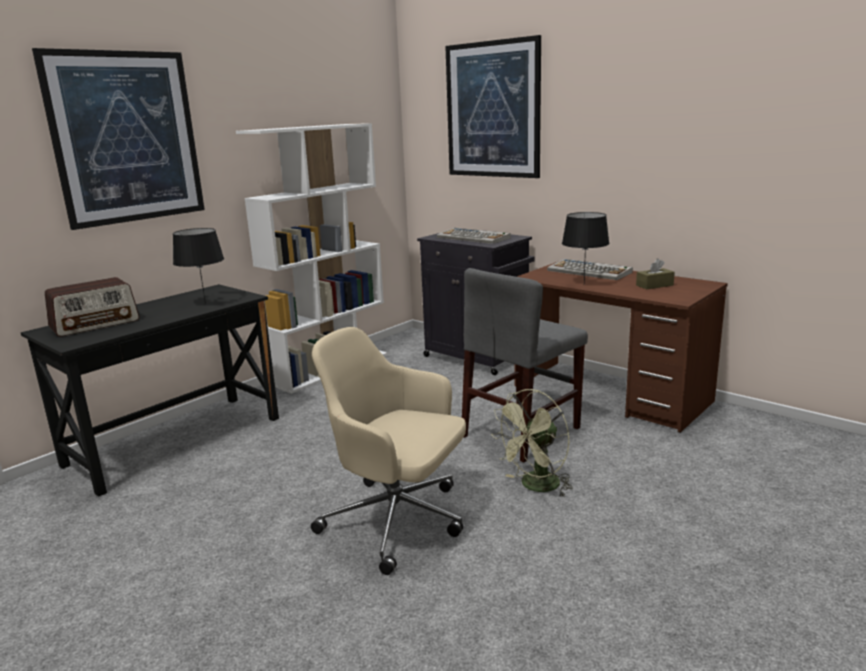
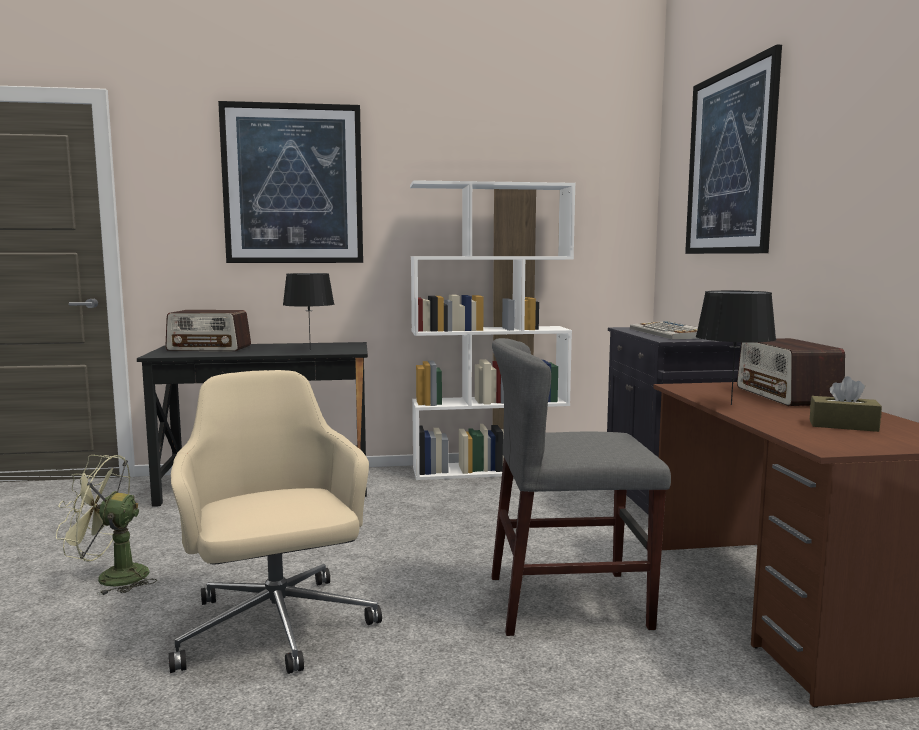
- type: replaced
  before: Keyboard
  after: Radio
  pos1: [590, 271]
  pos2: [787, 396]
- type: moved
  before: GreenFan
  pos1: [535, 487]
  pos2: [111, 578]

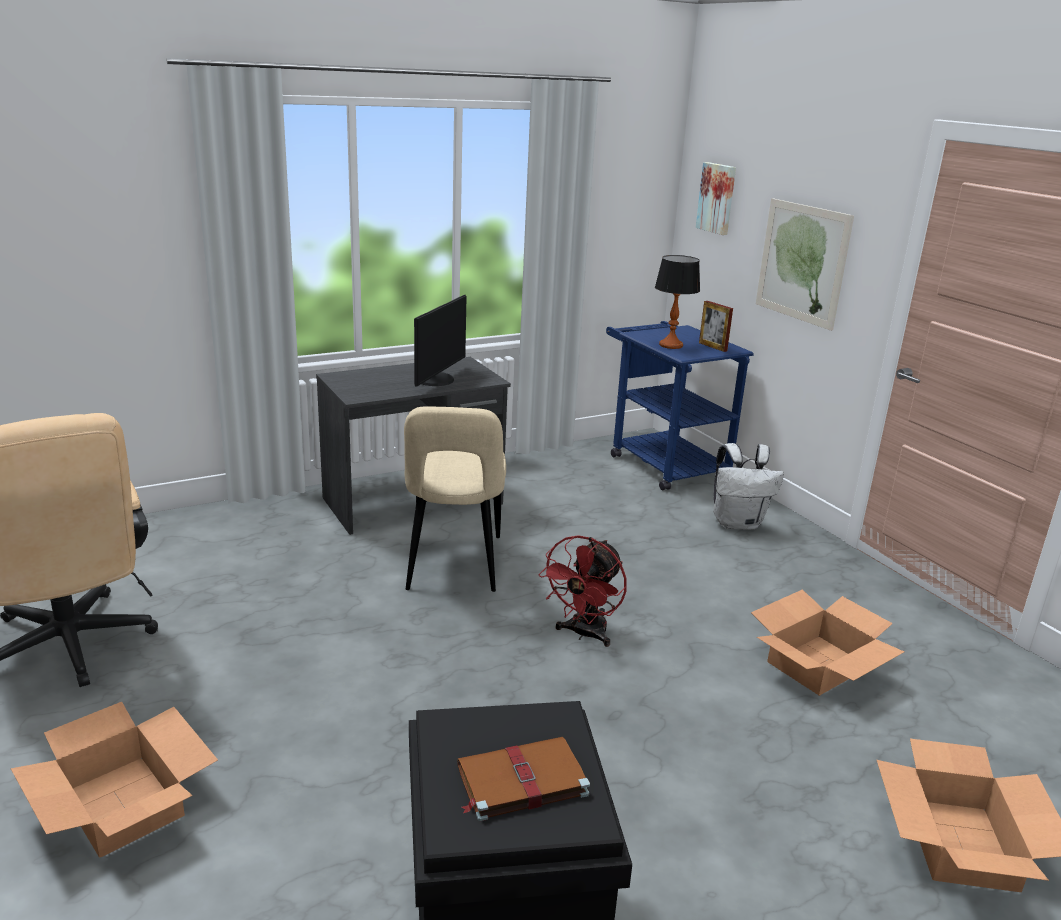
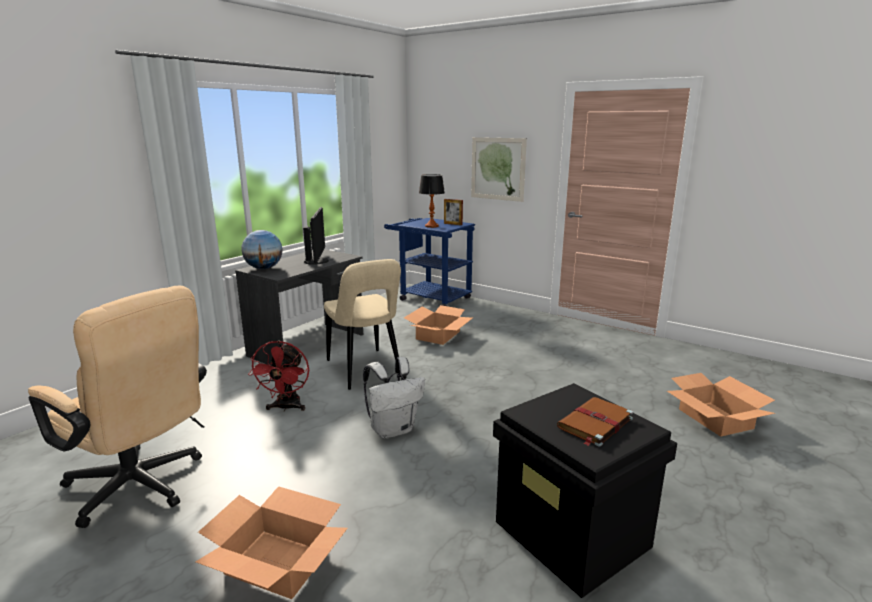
- type: removed
  before: Picture
  pos1: [717, 198]
- type: moved
  before: WhiteBackpack
  pos1: [738, 523]
  pos2: [393, 429]
- type: moved
  before: RedFan
  pos1: [584, 634]
  pos2: [286, 407]
- type: moved
  before: CardboardBox
  pos1: [818, 665]
  pos2: [438, 335]
- type: added
  after: Globe
  pos2: [264, 268]

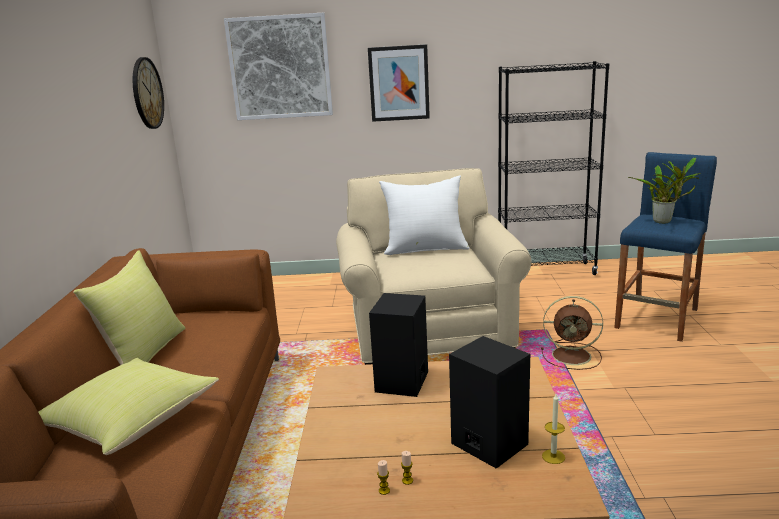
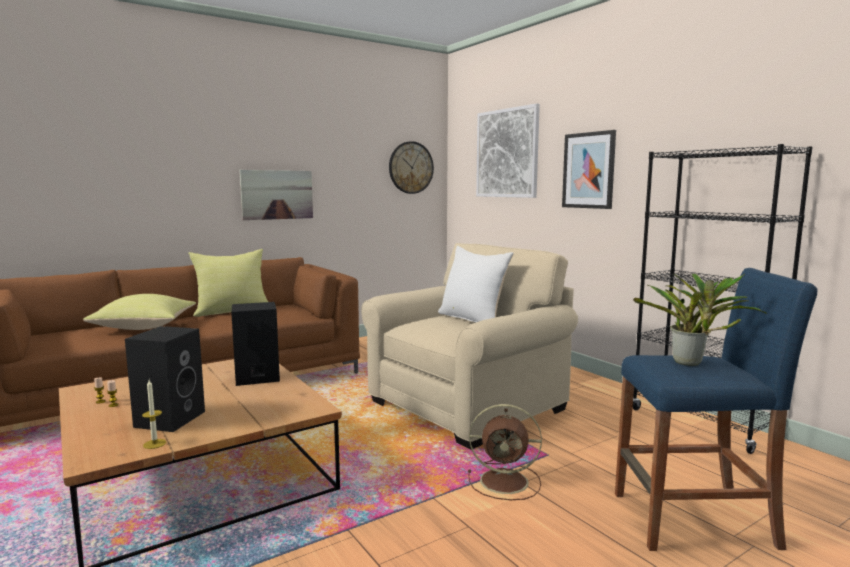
- type: turned
  before: BrownFan
  pos1: [573, 356]
  pos2: [506, 481]
  turn: -60
- type: added
  after: Picture
  pos2: [277, 194]

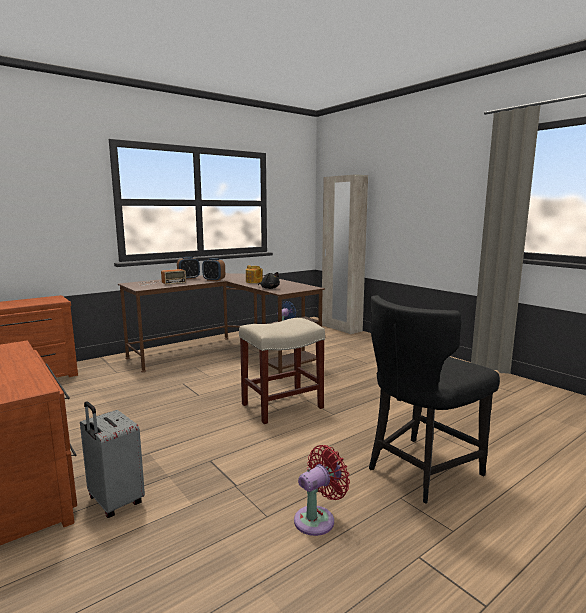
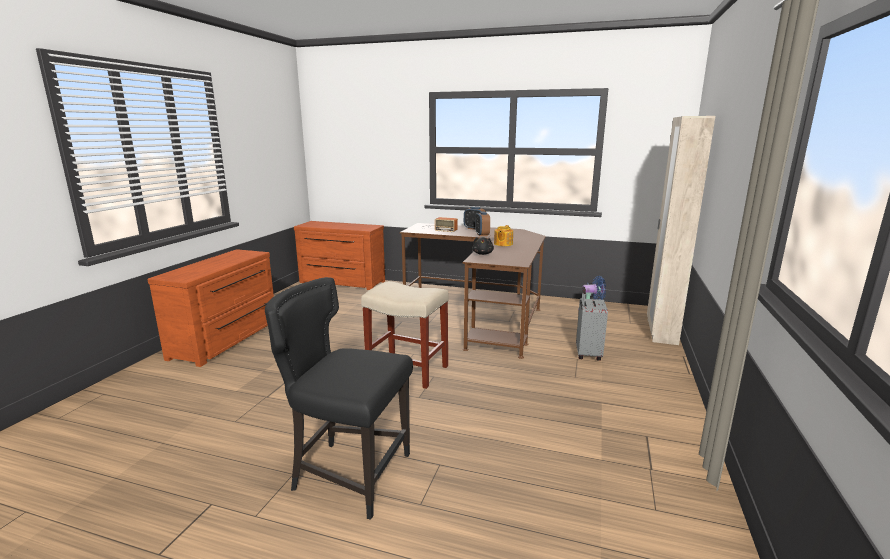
- type: moved
  before: GreySuitcase
  pos1: [114, 502]
  pos2: [587, 354]
- type: removed
  before: RedFan
  pos1: [318, 519]

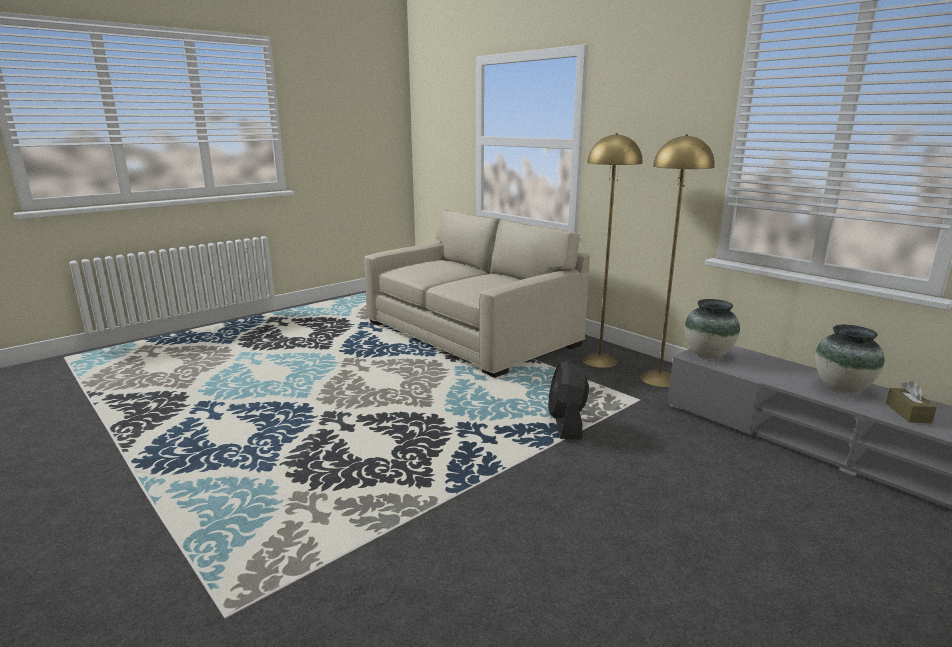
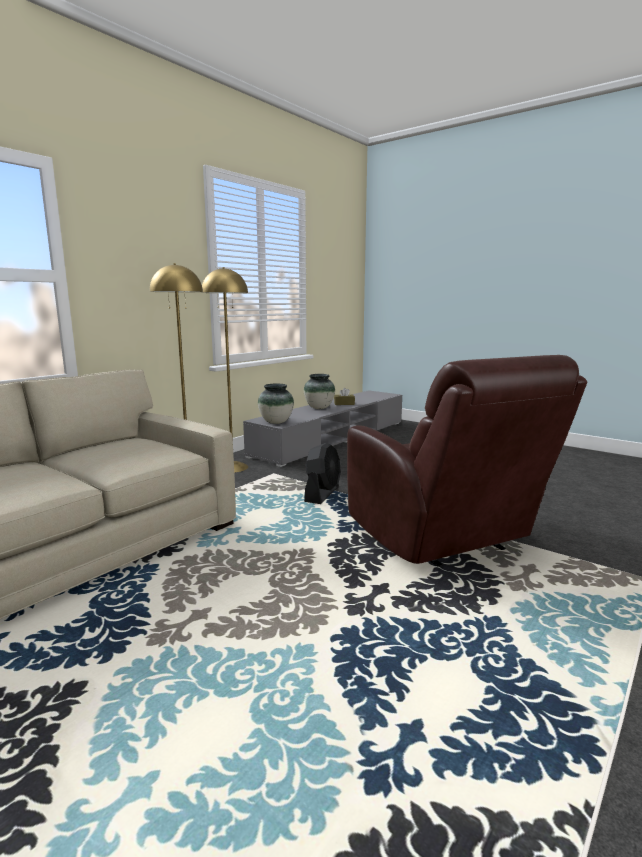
- type: turned
  before: BlackFan
  pos1: [566, 424]
  pos2: [322, 494]
  turn: -60
- type: added
  after: BrownArmchair
  pos2: [443, 540]

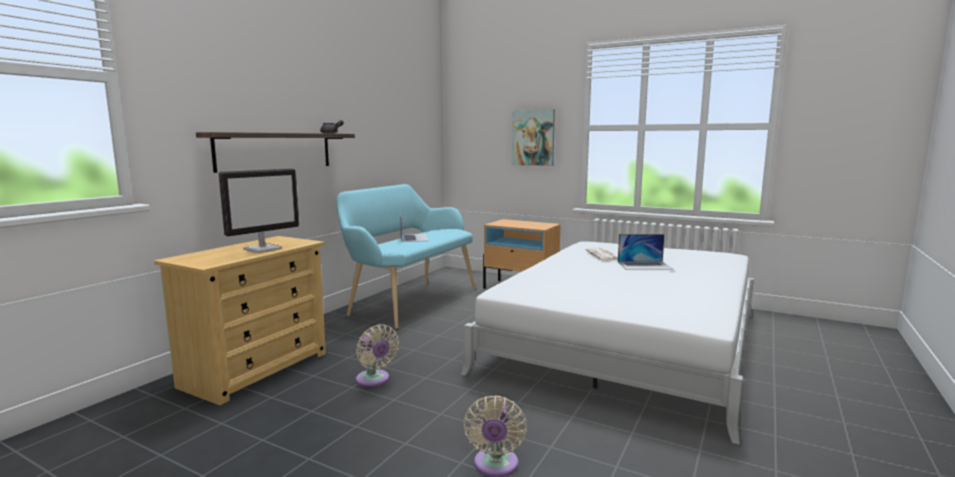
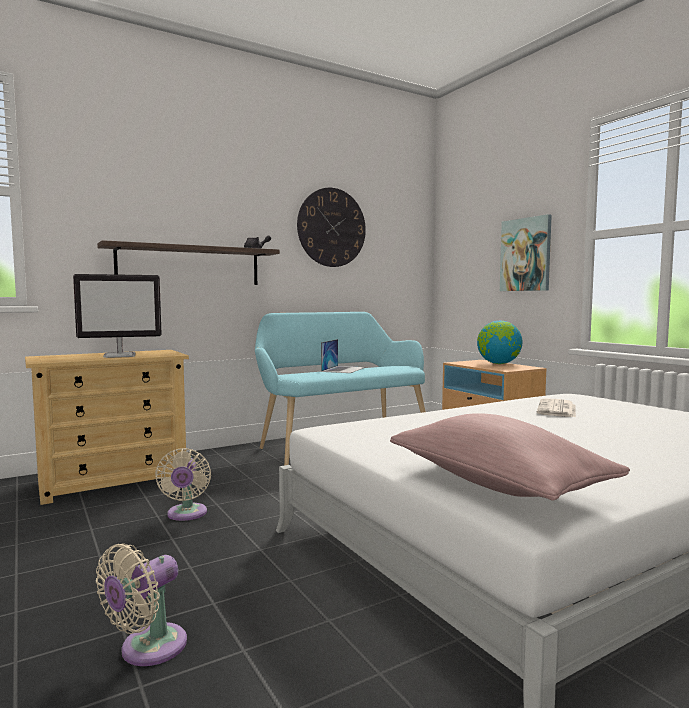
- type: removed
  before: Laptop
  pos1: [644, 265]
- type: added
  after: WallClock
  pos2: [331, 227]
- type: added
  after: Globe
  pos2: [498, 364]
- type: added
  after: PinkPillow
  pos2: [496, 484]

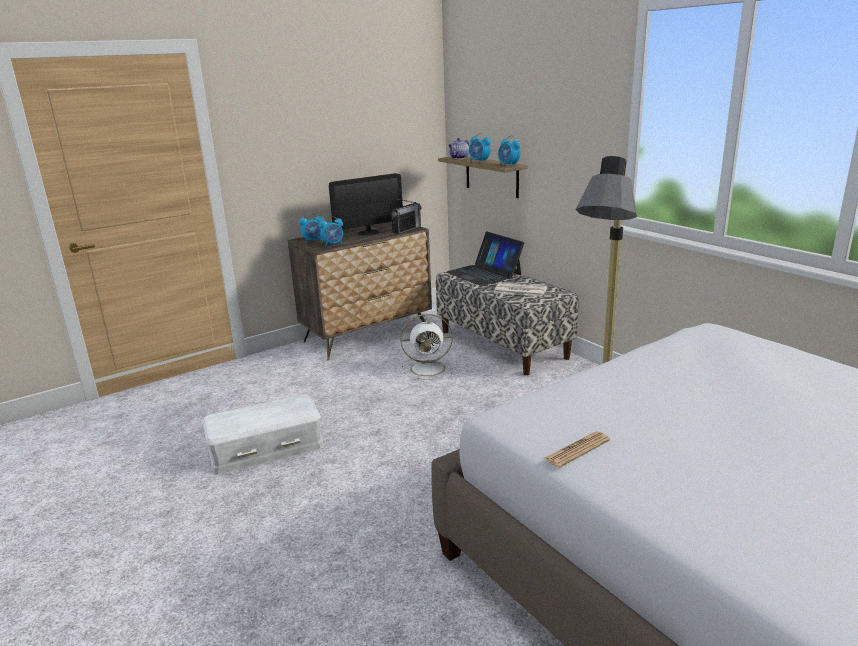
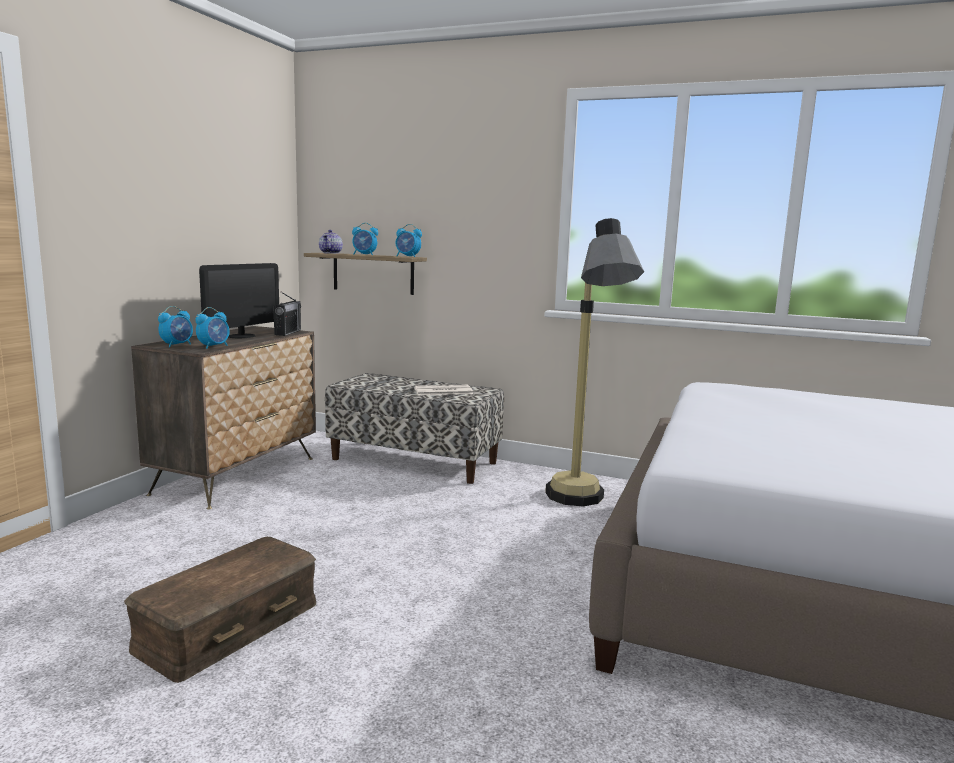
- type: removed
  before: Laptop
  pos1: [484, 273]
- type: removed
  before: WhiteFan
  pos1: [429, 368]
- type: recoloured
  before: WhiteStorageBox
  after: BrownStorageBox
  pos1: [266, 447]
  pos2: [228, 625]
- type: removed
  before: Newspaper
  pos1: [577, 450]

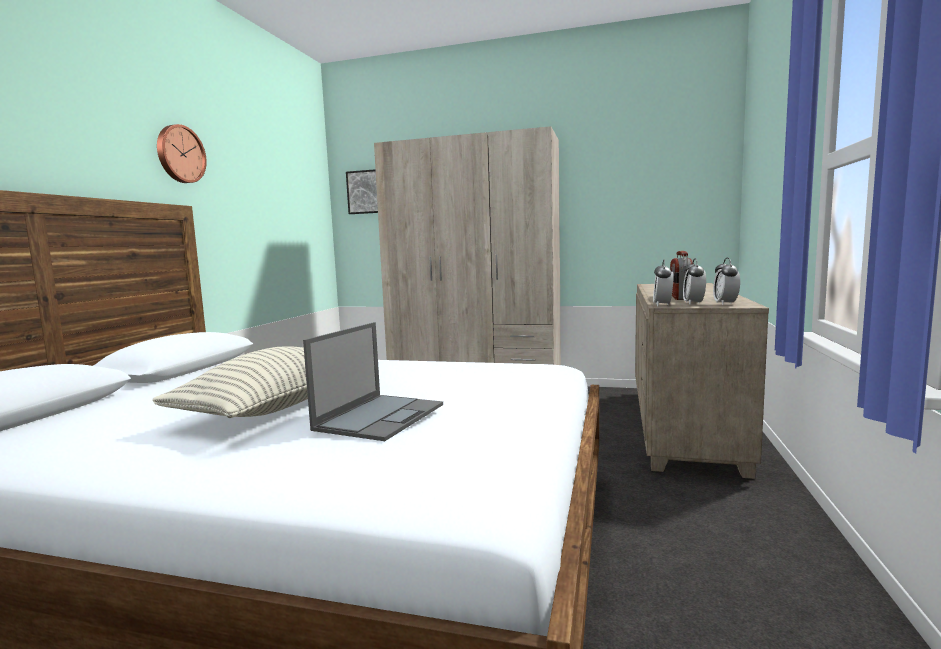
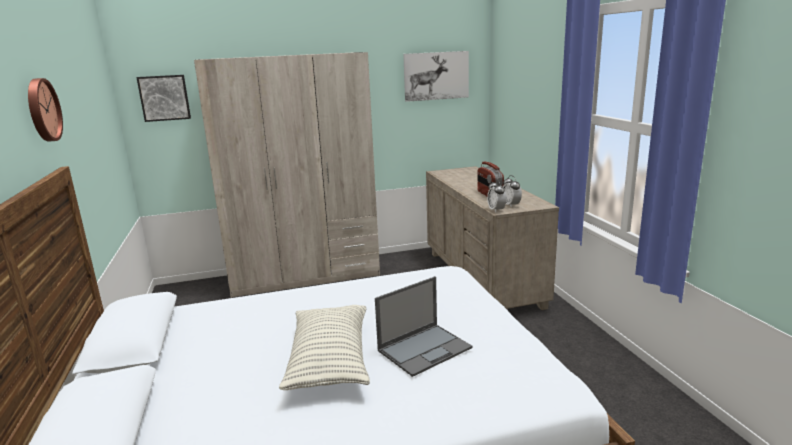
- type: removed
  before: AlarmClock
  pos1: [725, 304]
- type: turned
  before: Laptop
  pos1: [381, 416]
  pos2: [425, 349]
  turn: 60
- type: added
  after: Picture
  pos2: [436, 76]

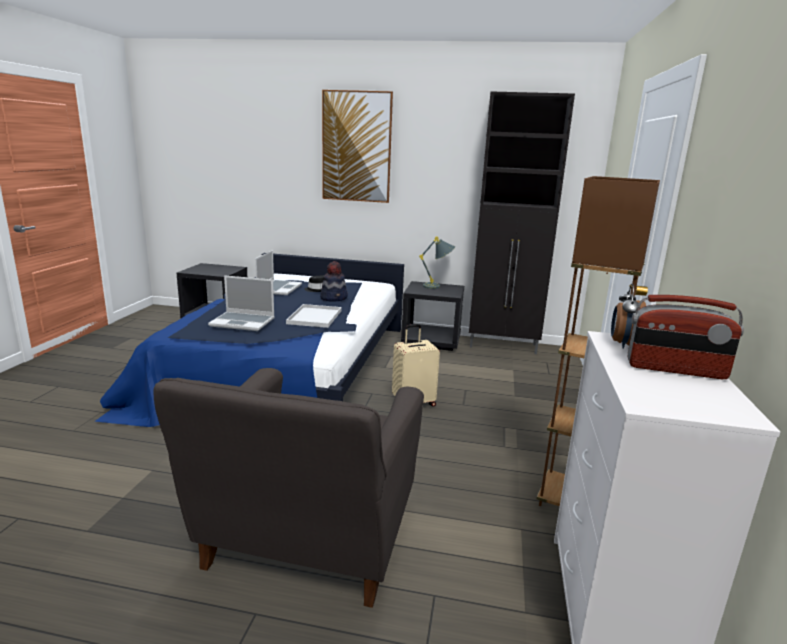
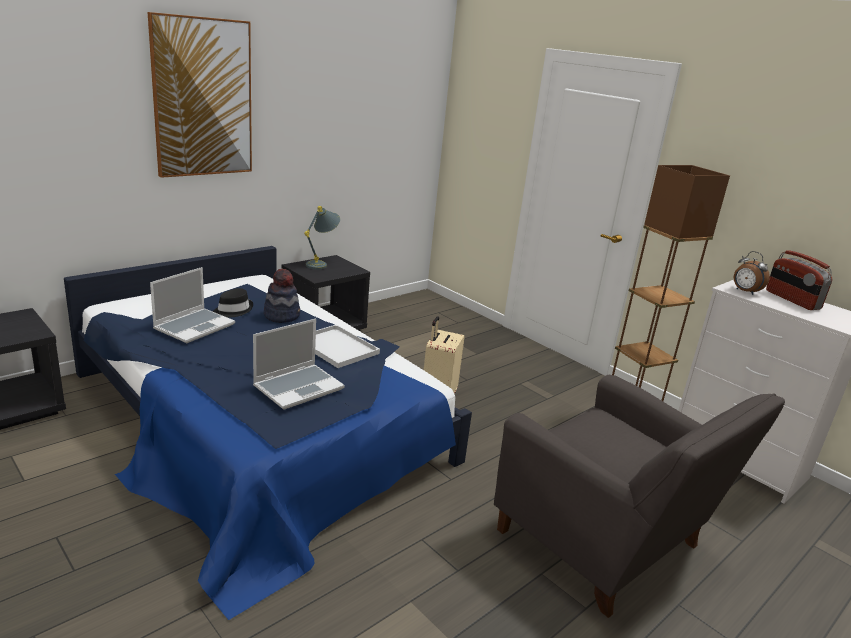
- type: removed
  before: BlackCabinet
  pos1: [503, 346]
- type: turned
  before: Laptop
  pos1: [279, 288]
  pos2: [194, 326]
  turn: 75
- type: turned
  before: Radio
  pos1: [675, 370]
  pos2: [792, 300]
  turn: 105

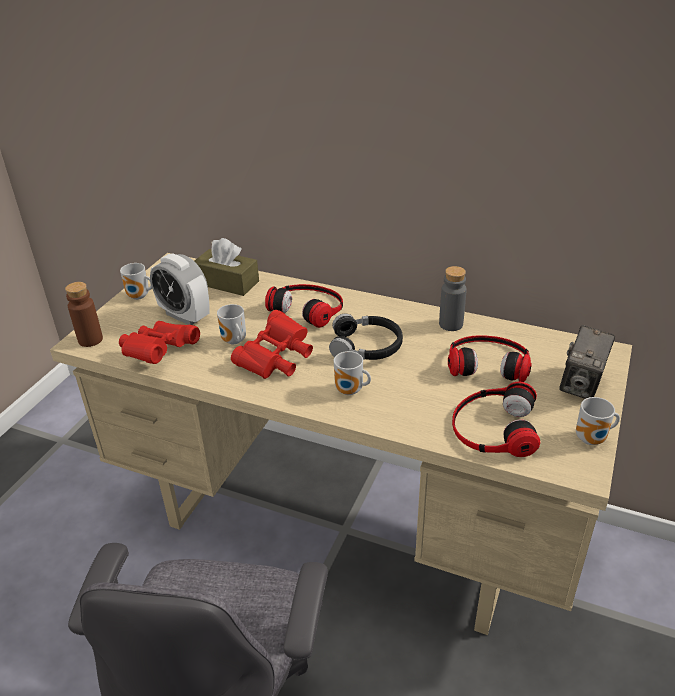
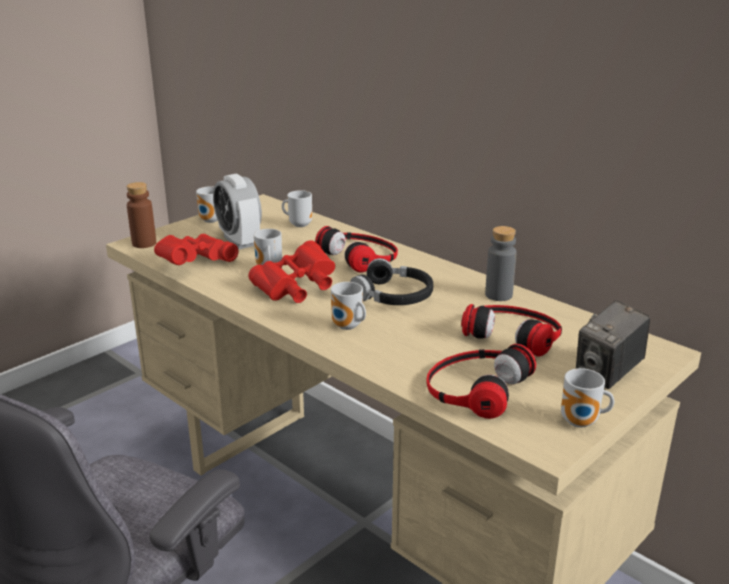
- type: replaced
  before: BrownTissueBox
  after: Mug
  pos1: [227, 282]
  pos2: [299, 224]

